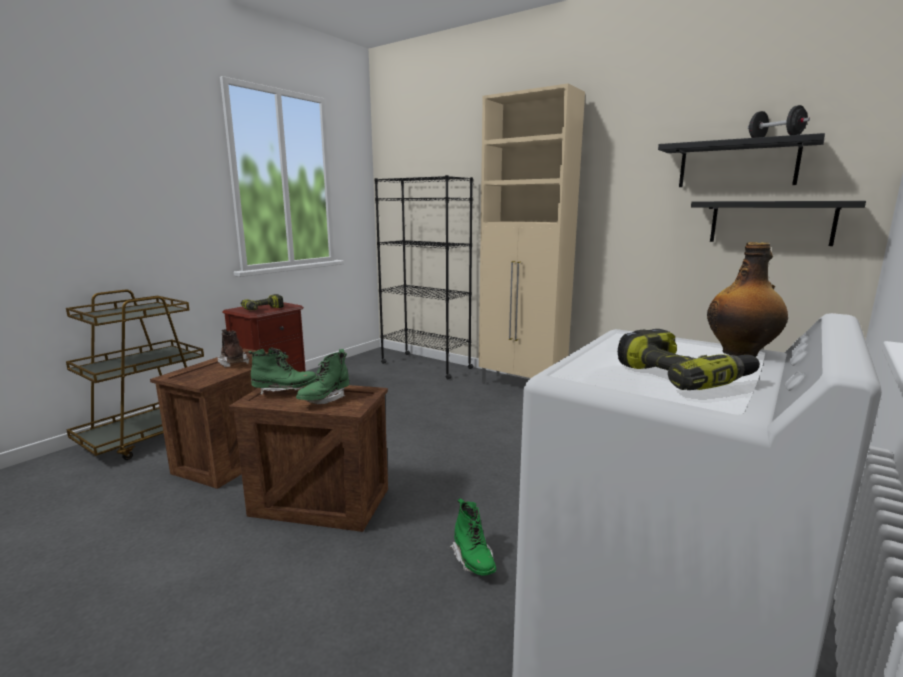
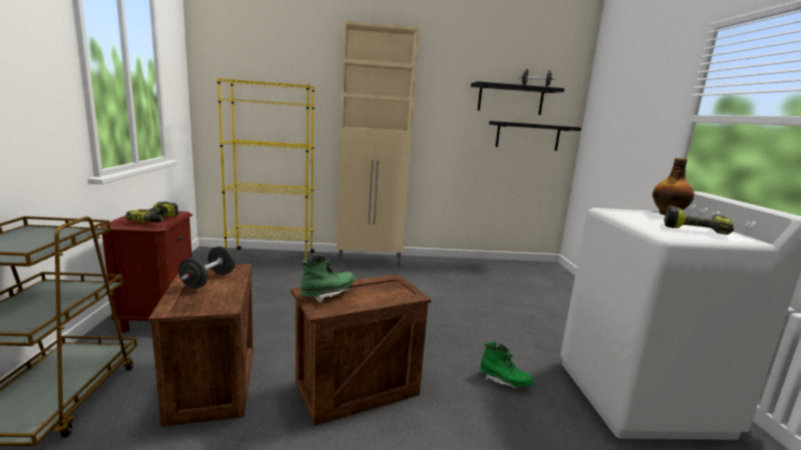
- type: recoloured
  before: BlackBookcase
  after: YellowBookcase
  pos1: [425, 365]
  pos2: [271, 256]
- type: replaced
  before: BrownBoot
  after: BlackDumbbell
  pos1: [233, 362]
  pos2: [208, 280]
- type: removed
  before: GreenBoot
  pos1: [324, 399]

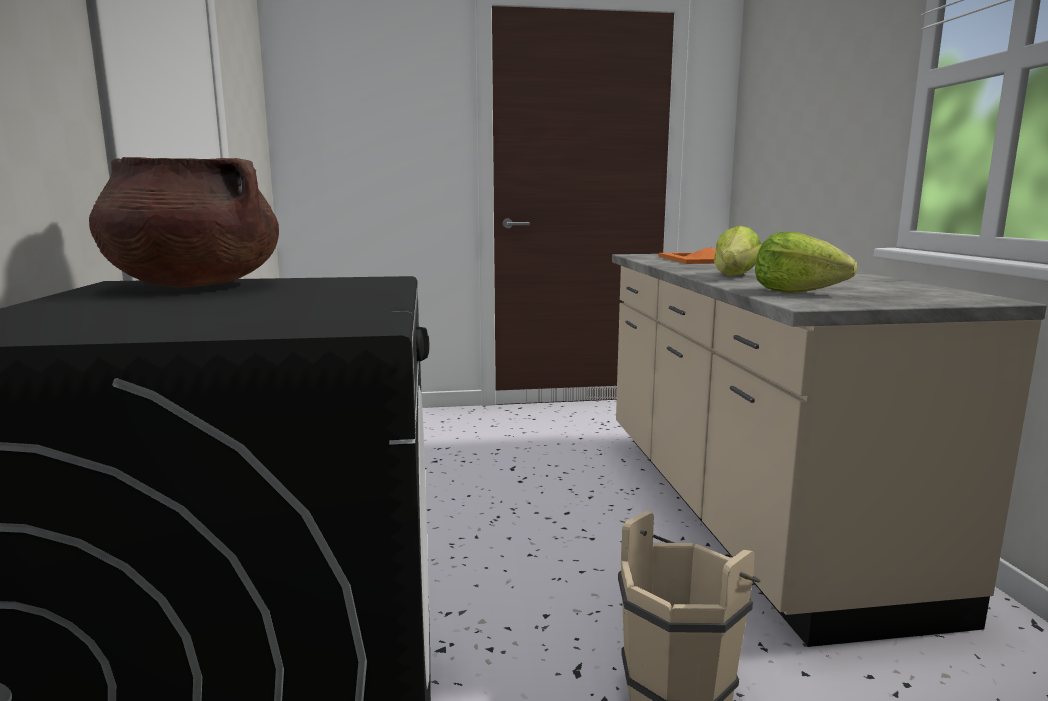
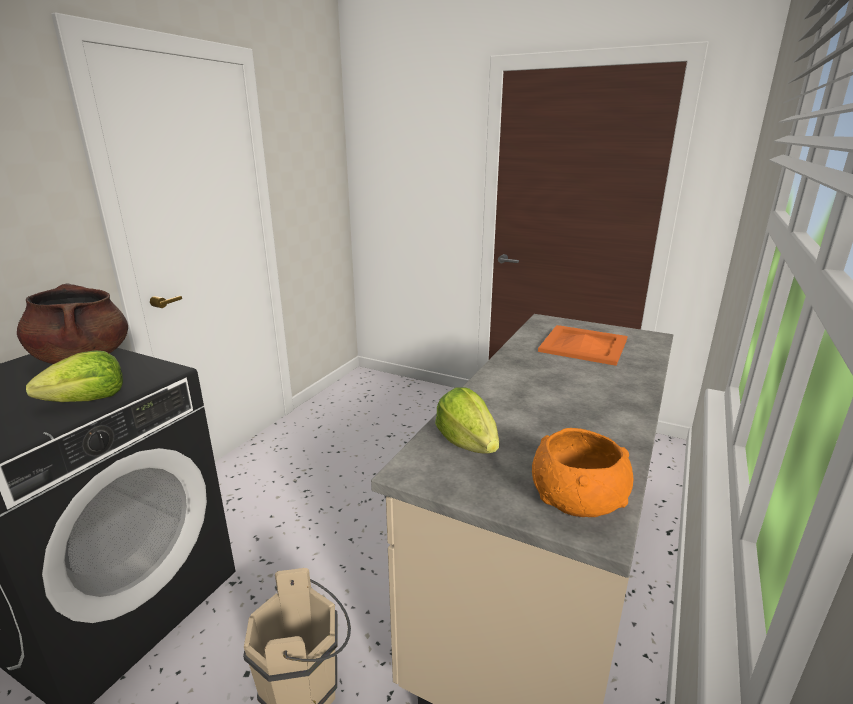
- type: moved
  before: Lettuce
  pos1: [734, 276]
  pos2: [88, 400]
- type: added
  after: OrangeBowl
  pos2: [576, 499]

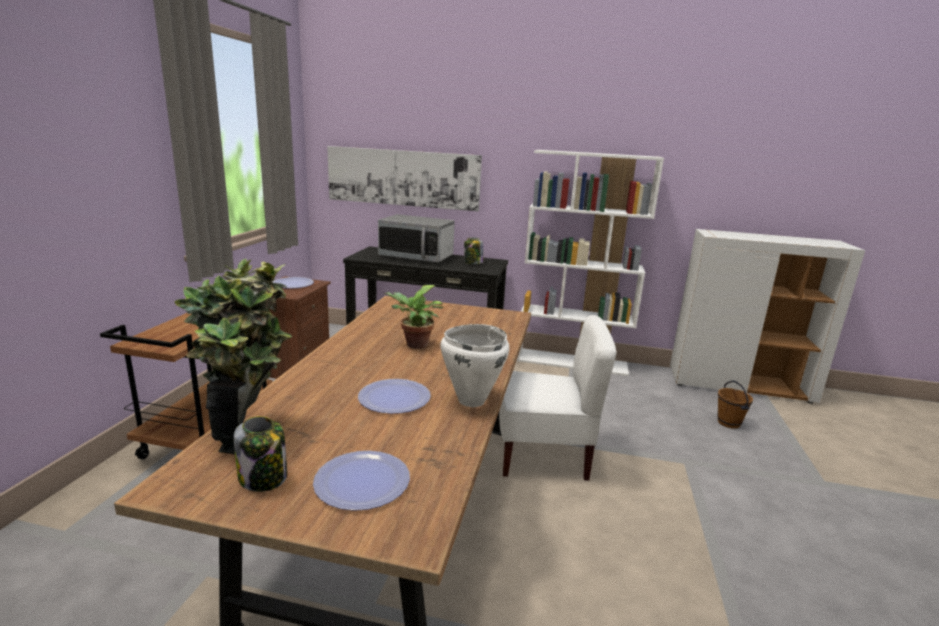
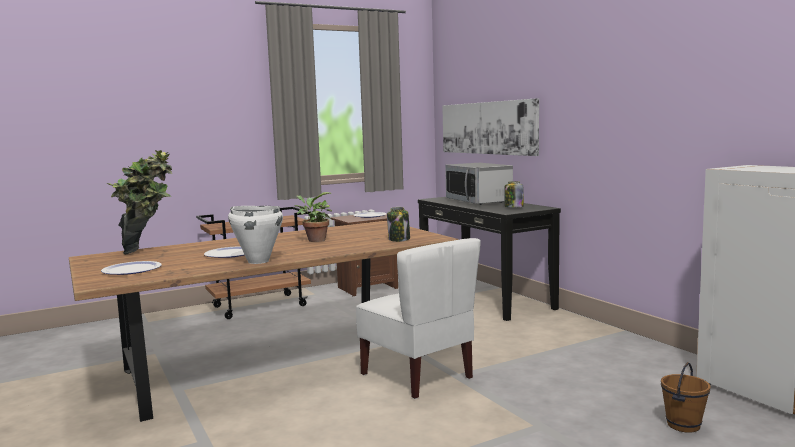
- type: removed
  before: WhiteBookcase
  pos1: [572, 362]
- type: moved
  before: Jar
  pos1: [264, 478]
  pos2: [399, 239]

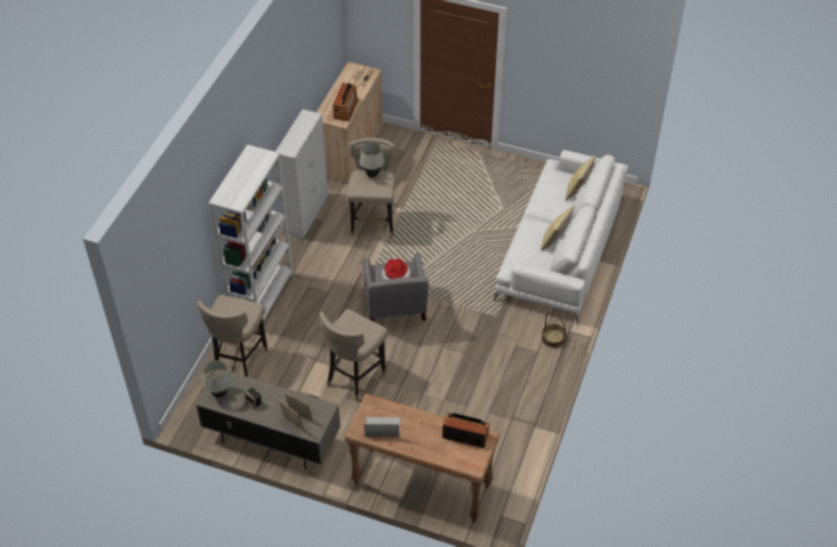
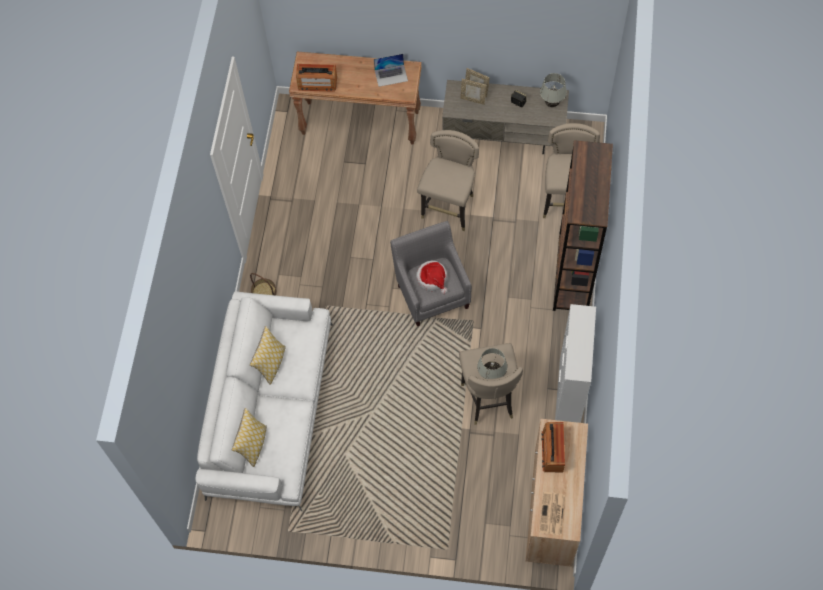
- type: recoloured
  before: WhiteBookcase
  after: BrownBookcase
  pos1: [262, 298]
  pos2: [573, 275]

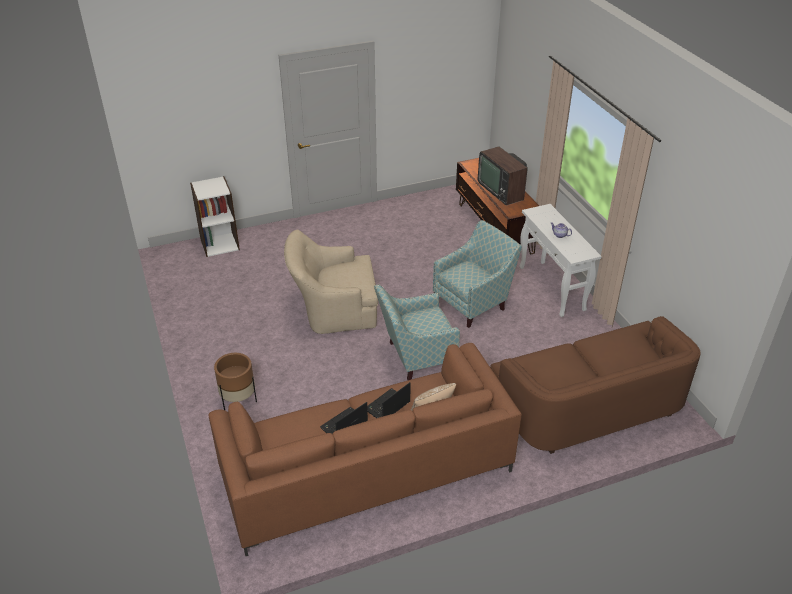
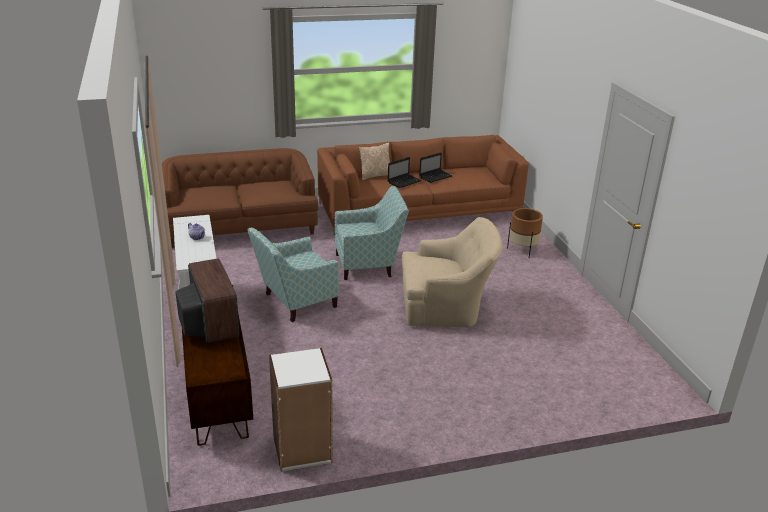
- type: moved
  before: WhiteBookcase
  pos1: [219, 244]
  pos2: [302, 450]

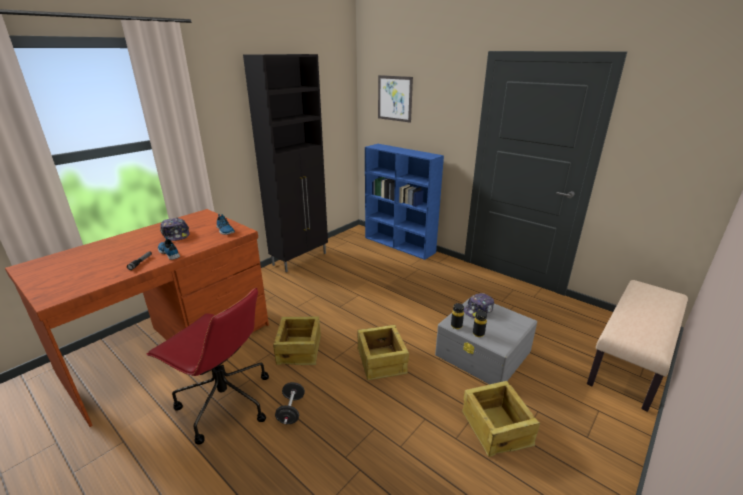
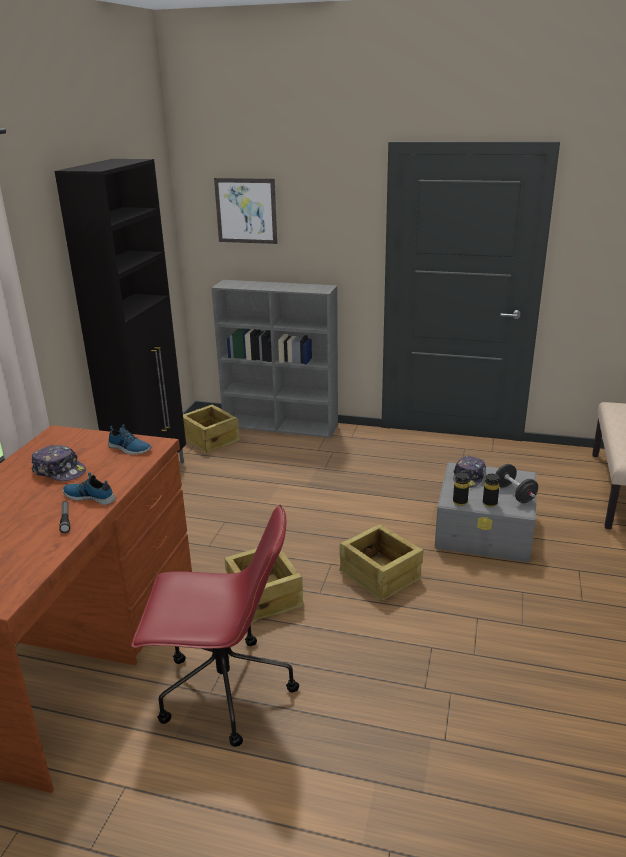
- type: recoloured
  before: BlueBookcase
  after: GreyBookcase
  pos1: [400, 245]
  pos2: [281, 425]
- type: moved
  before: Crate
  pos1: [496, 427]
  pos2: [211, 439]
- type: moved
  before: BlackDumbbell
  pos1: [291, 411]
  pos2: [514, 494]

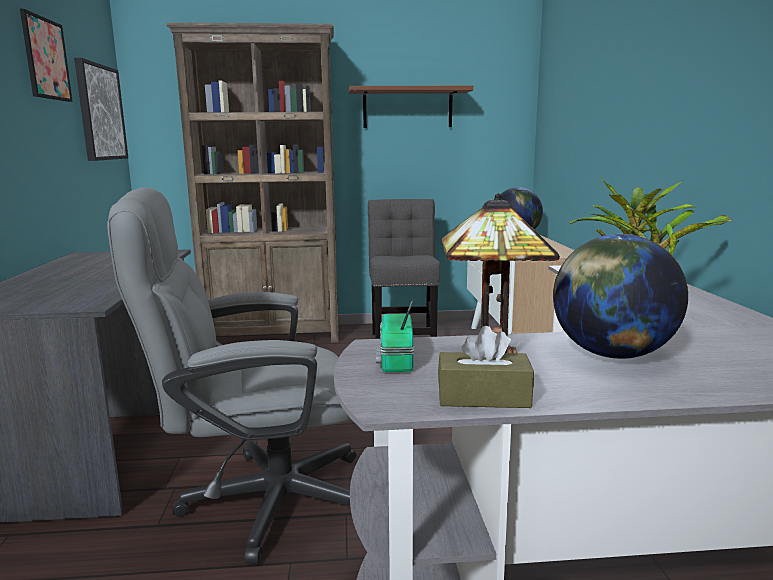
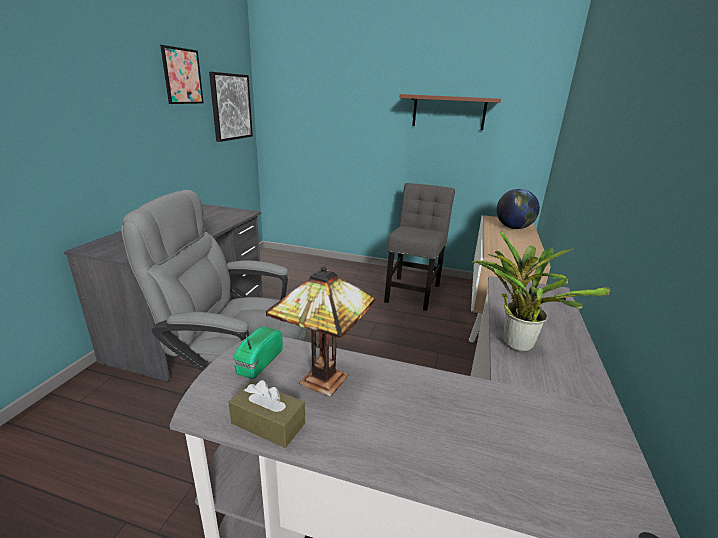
- type: removed
  before: BrownBookcase
  pos1: [274, 336]
- type: removed
  before: Globe
  pos1: [611, 354]

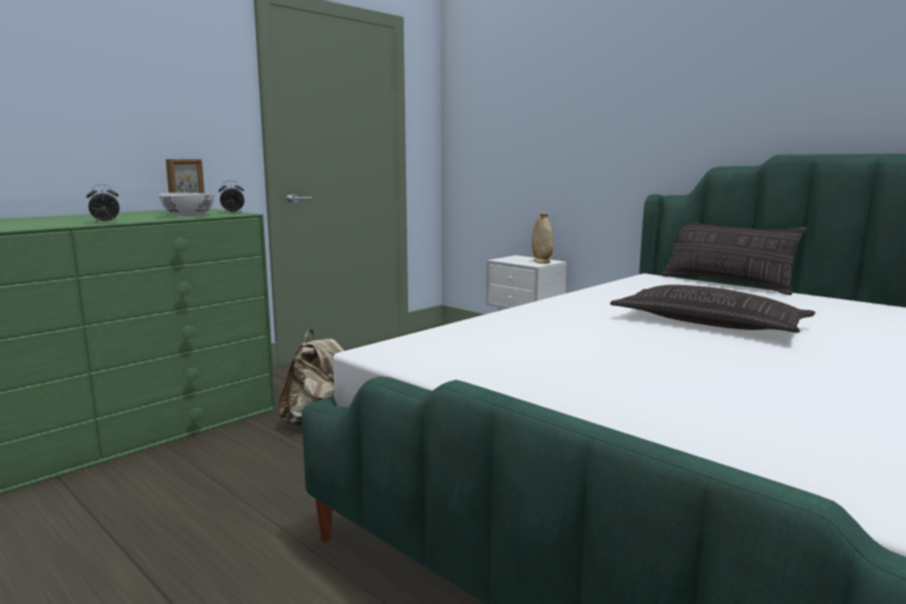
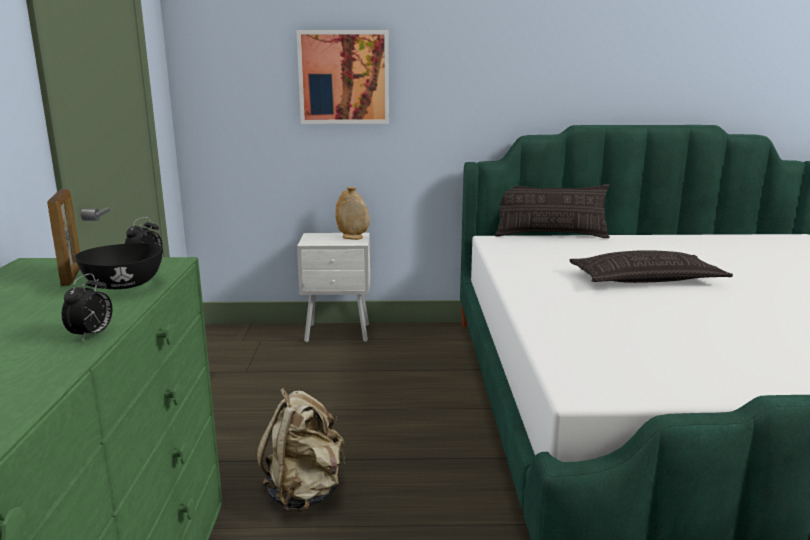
- type: recoloured
  before: WhiteBowl
  after: BlackBowl
  pos1: [188, 215]
  pos2: [123, 285]
- type: added
  after: Picture
  pos2: [344, 77]

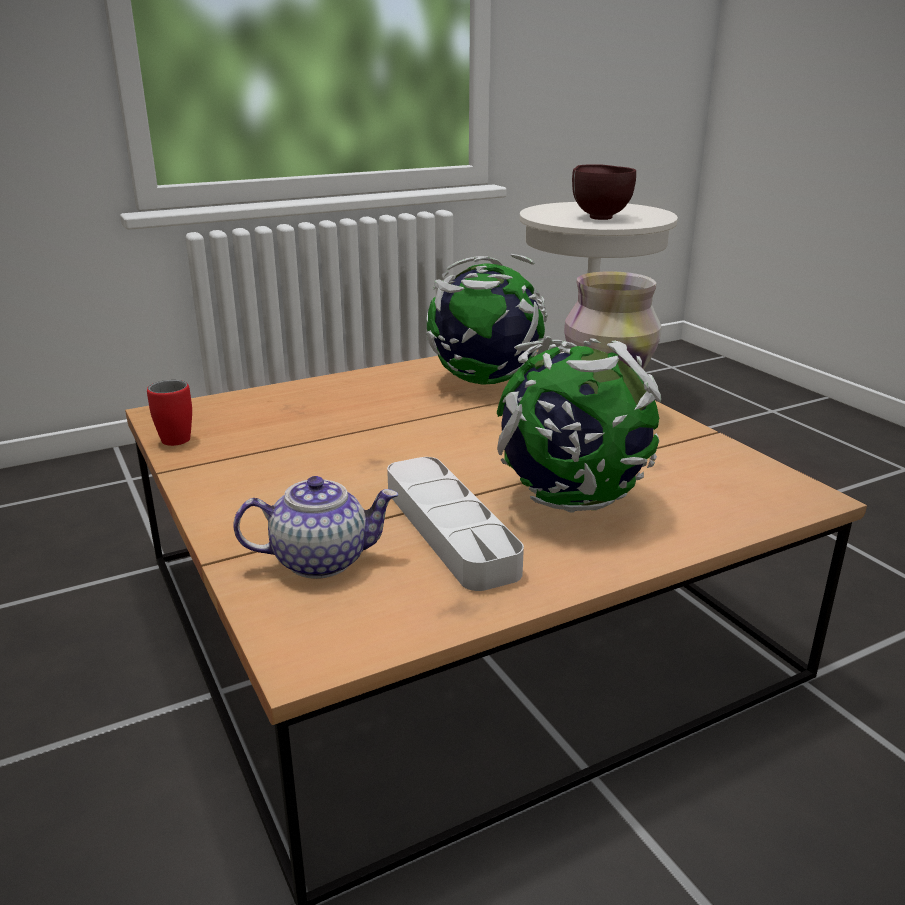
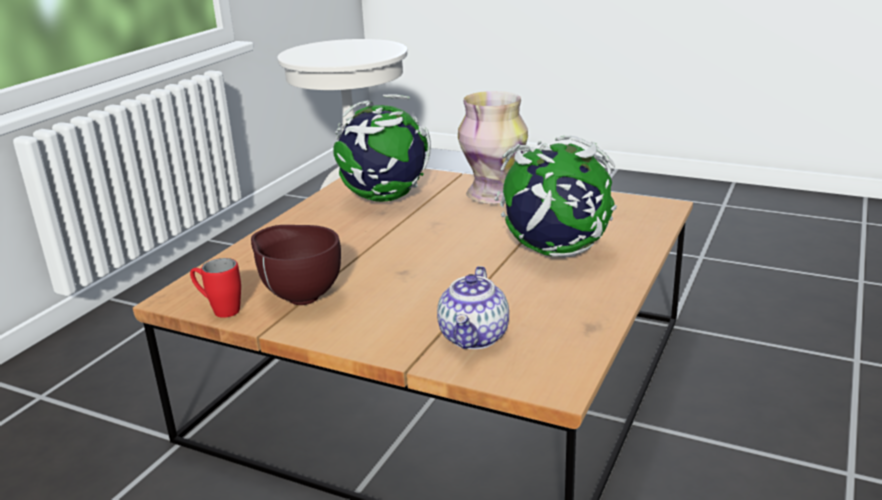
- type: moved
  before: BrownBowl
  pos1: [599, 217]
  pos2: [300, 297]
- type: removed
  before: GreyTray
  pos1: [449, 529]
- type: turned
  before: Teapot
  pos1: [321, 560]
  pos2: [474, 337]
  turn: 150

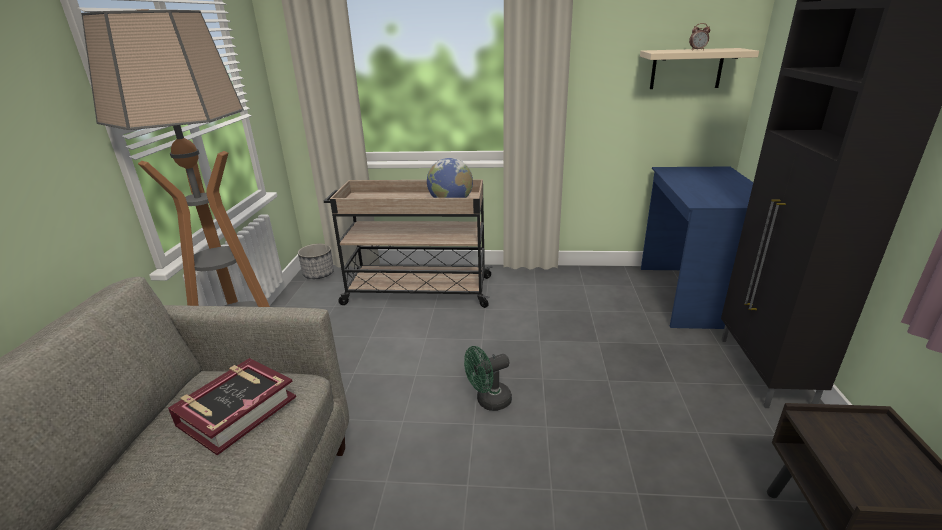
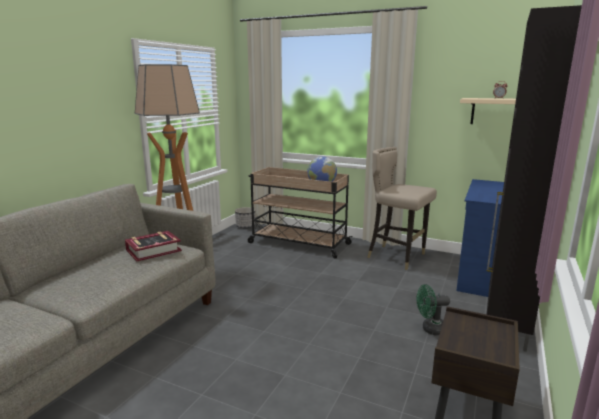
- type: moved
  before: GreenFan
  pos1: [488, 401]
  pos2: [430, 329]
- type: added
  after: BeigeStool
  pos2: [396, 257]

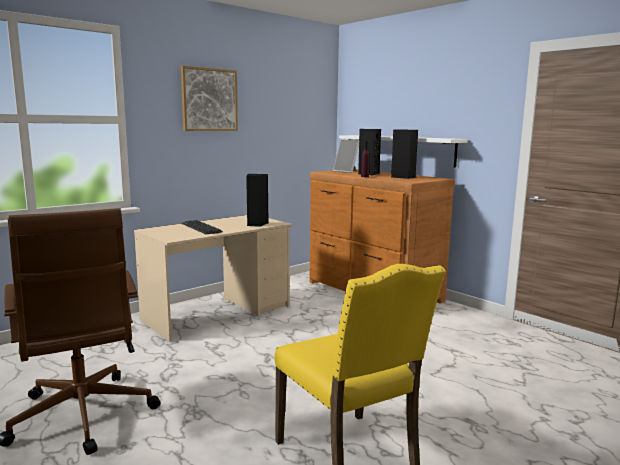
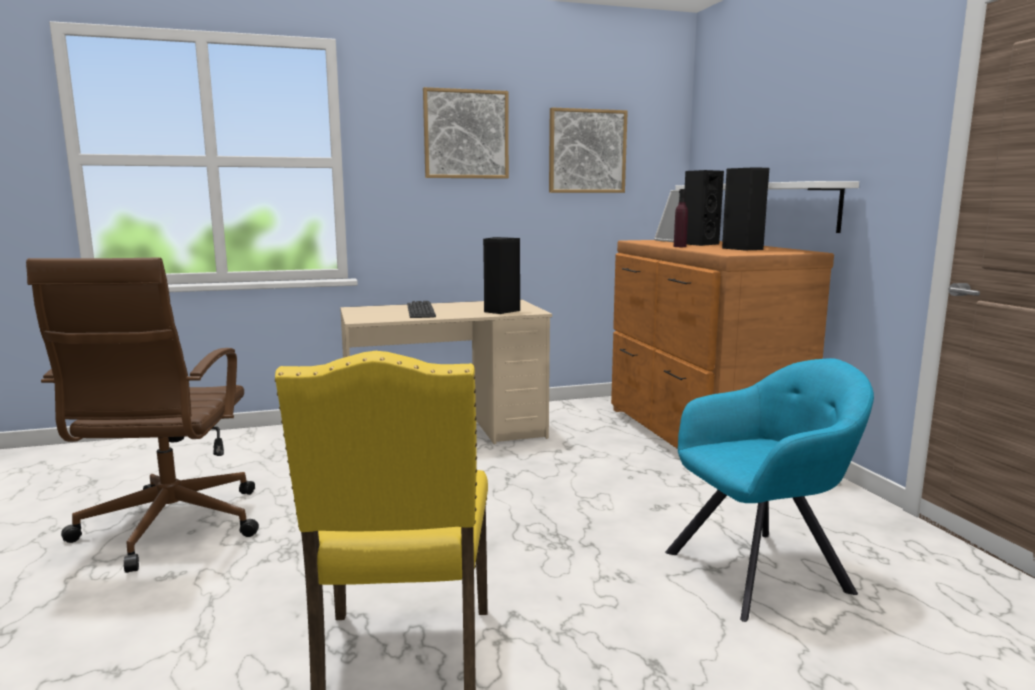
- type: added
  after: Picture
  pos2: [587, 151]
- type: added
  after: TurquoiseArmchair
  pos2: [762, 570]

